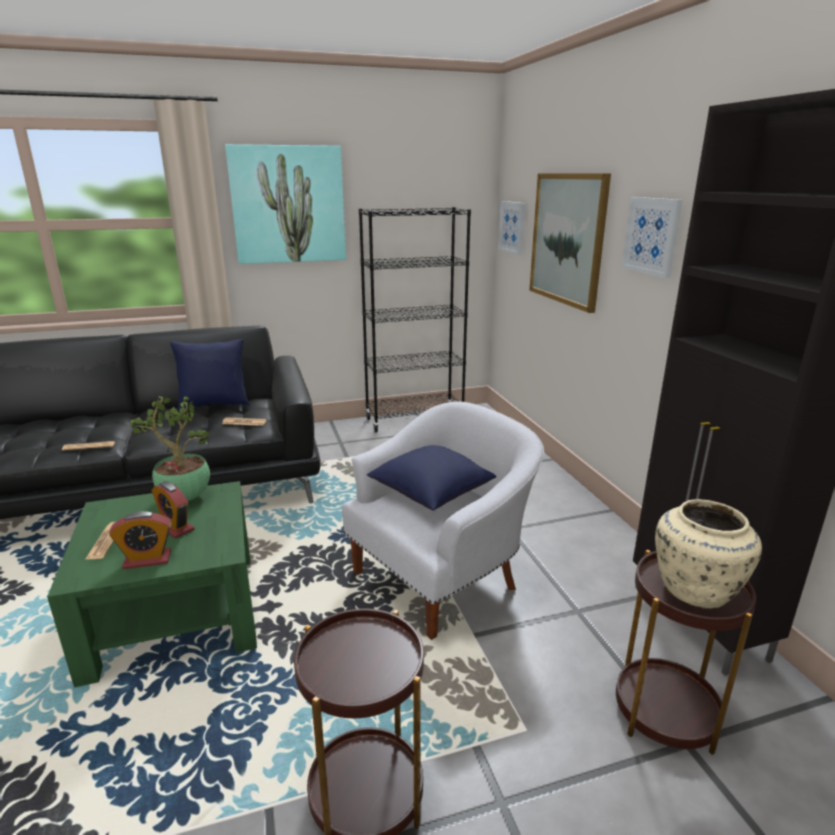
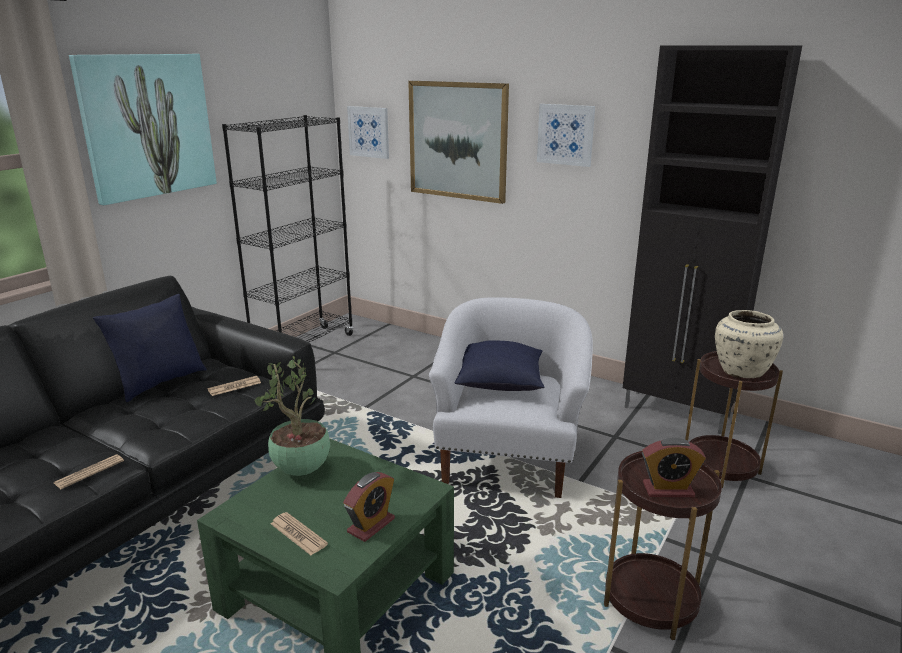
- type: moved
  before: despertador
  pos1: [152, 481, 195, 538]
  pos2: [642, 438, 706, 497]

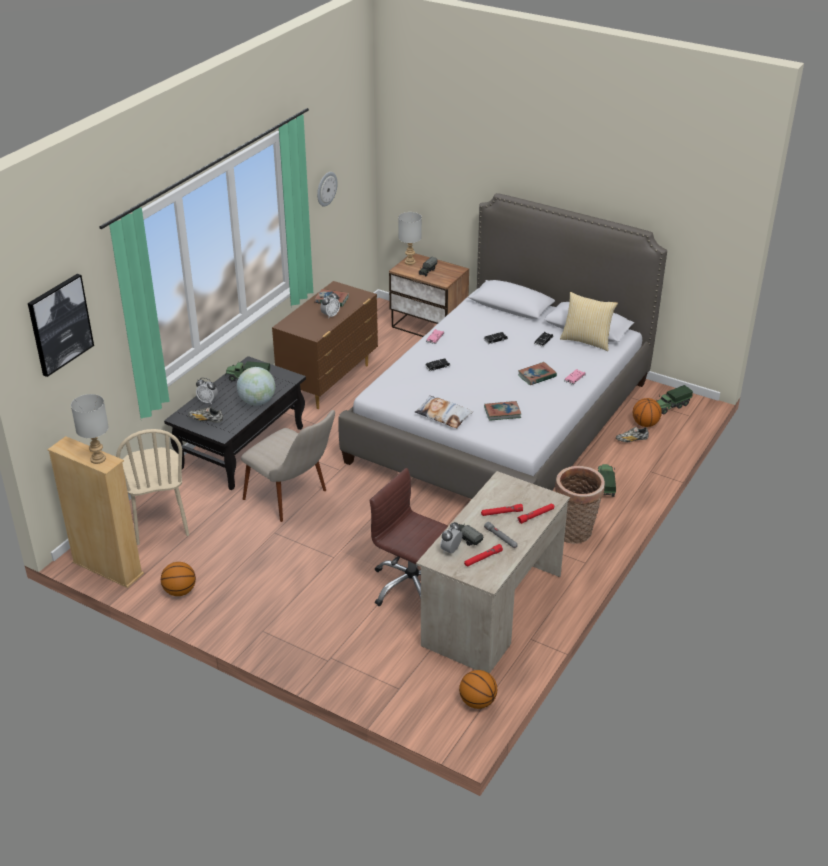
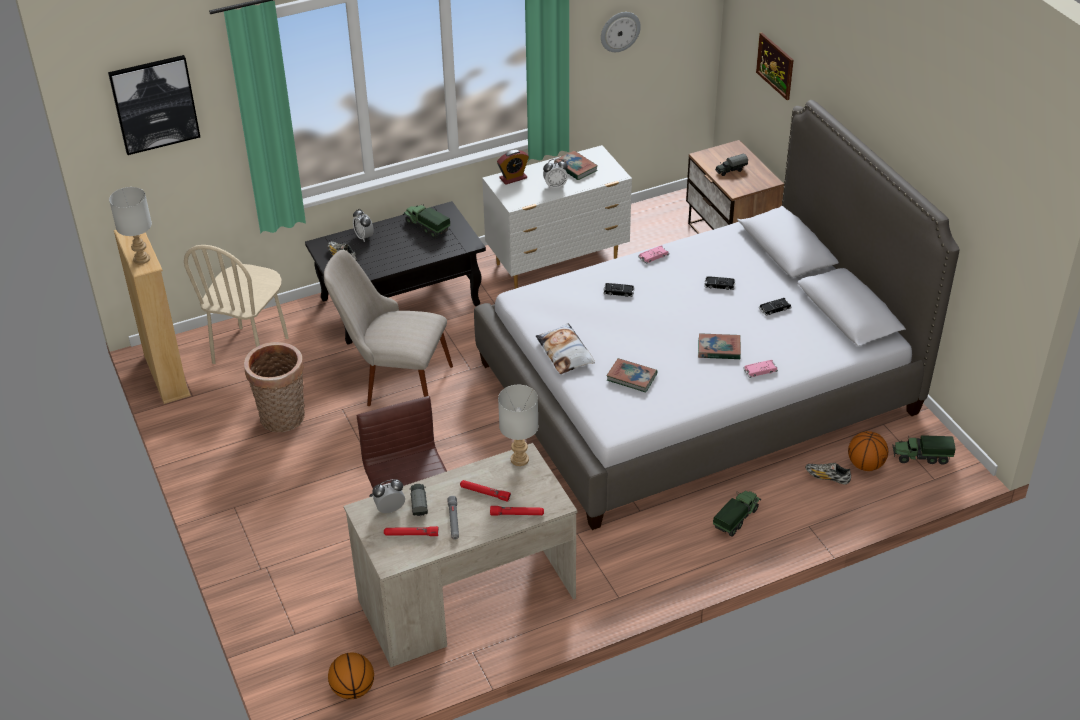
- type: moved
  before: cesta
  pos1: [555, 466, 605, 544]
  pos2: [244, 342, 305, 432]
- type: turned
  before: silla [beis]
  pos1: [241, 410, 335, 522]
  pos2: [324, 250, 453, 406]
  turn: 120
- type: recoloured
  before: cómoda [marrón]
  after: cómoda [blanco]
  pos1: [272, 281, 378, 409]
  pos2: [482, 145, 632, 289]
- type: added
  after: despertador
  pos2: [497, 150, 529, 185]
- type: moved
  before: lámpara de mesa [gris]
  pos1: [398, 212, 422, 265]
  pos2: [498, 385, 538, 466]
- type: added
  after: cuadro
  pos2: [756, 32, 794, 100]
- type: removed
  before: balón de baloncesto
  pos1: [161, 562, 196, 596]
- type: removed
  before: globo terráqueo
  pos1: [237, 367, 275, 406]
- type: removed
  before: cojín
  pos1: [560, 292, 618, 351]

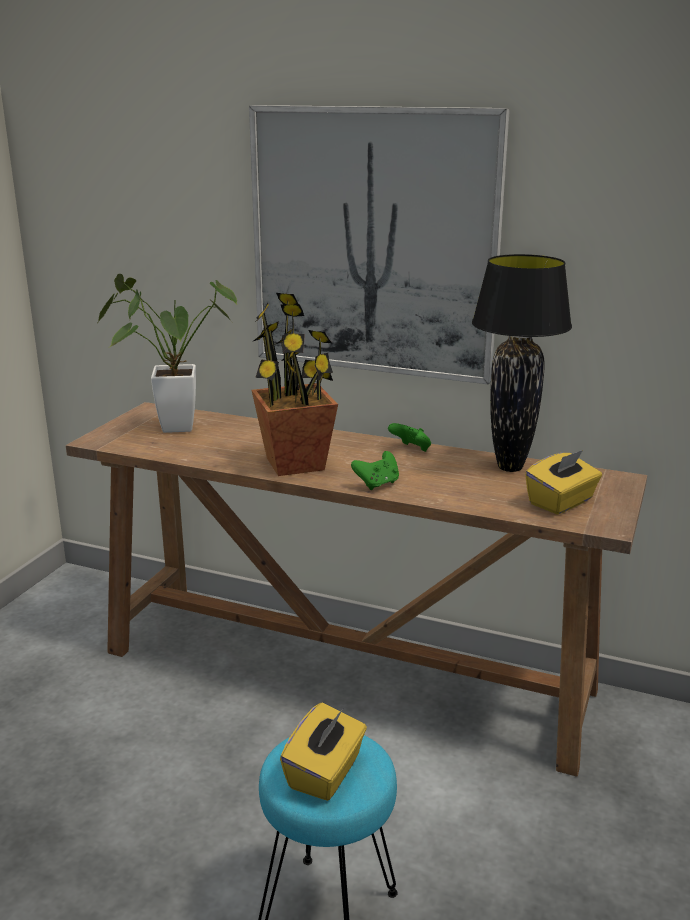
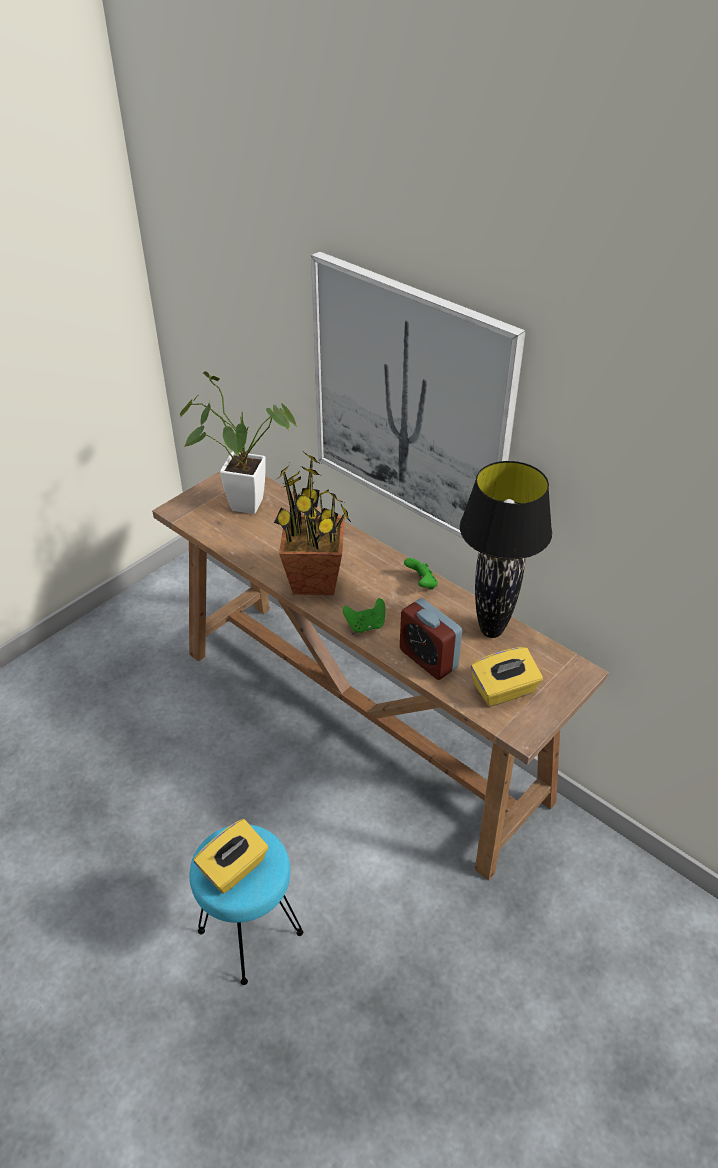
- type: added
  after: despertador
  pos2: [400, 598, 462, 680]

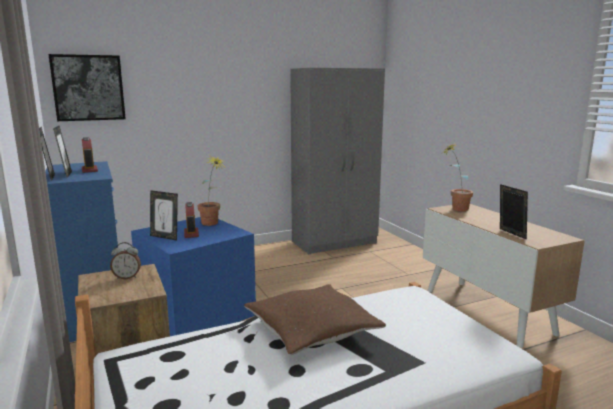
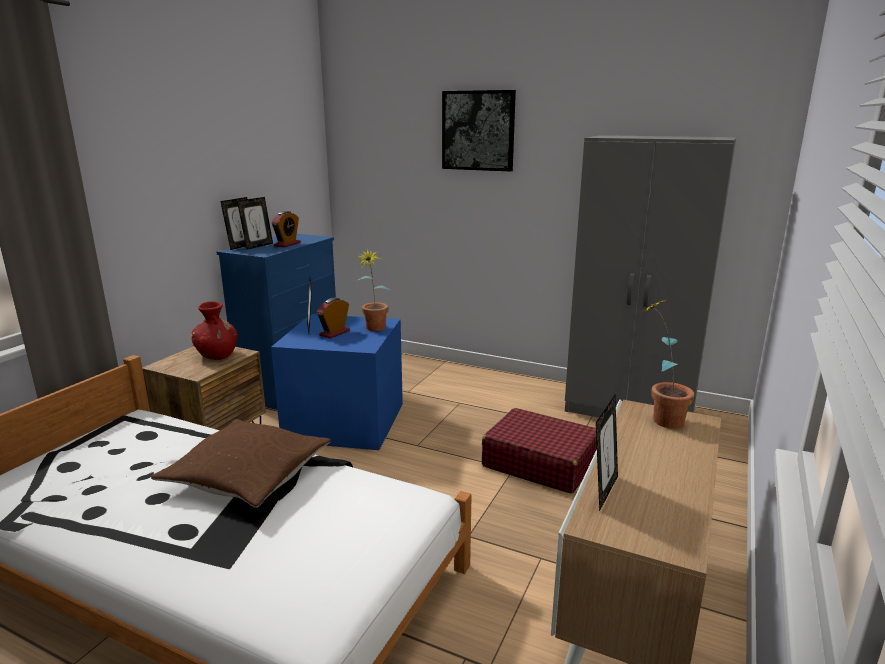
- type: replaced
  before: despertador
  after: florero [rojo]
  pos1: [110, 242, 141, 279]
  pos2: [191, 301, 238, 360]
- type: moved
  before: cuadro
  pos1: [48, 54, 126, 121]
  pos2: [442, 90, 516, 172]
- type: added
  after: maleta [rojo]
  pos2: [482, 408, 597, 493]

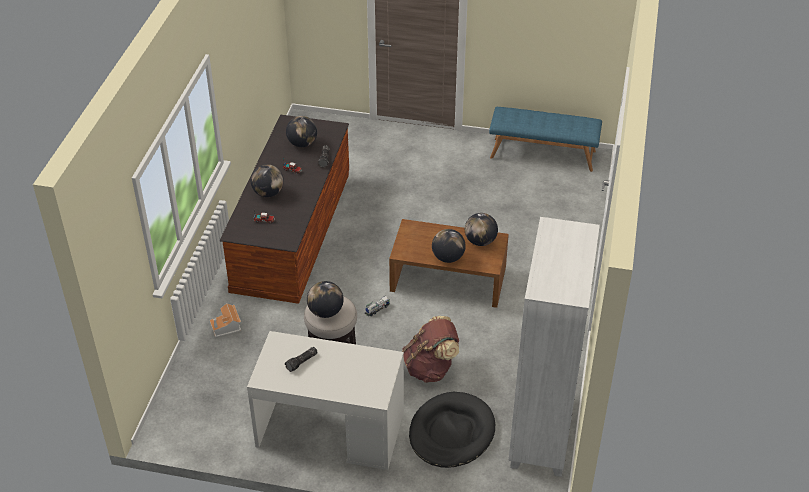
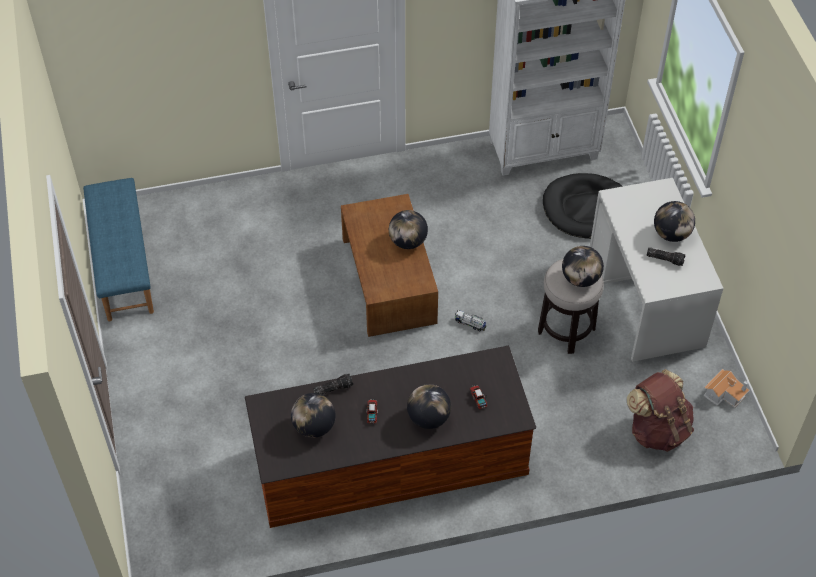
- type: moved
  before: mochila [marrón]
  pos1: [402, 316, 459, 383]
  pos2: [627, 369, 694, 452]
- type: moved
  before: globo terráqueo
  pos1: [465, 213, 498, 246]
  pos2: [654, 201, 695, 242]
- type: moved
  before: casita
  pos1: [210, 303, 241, 337]
  pos2: [703, 369, 749, 408]

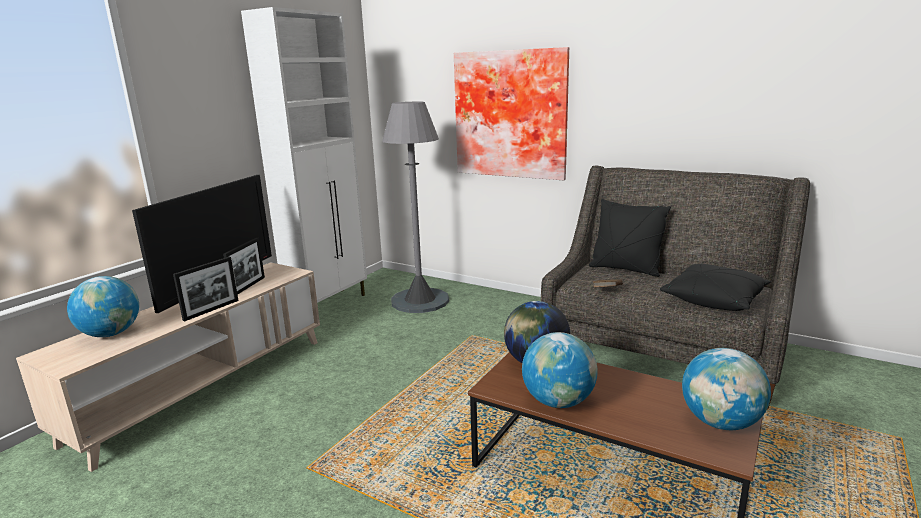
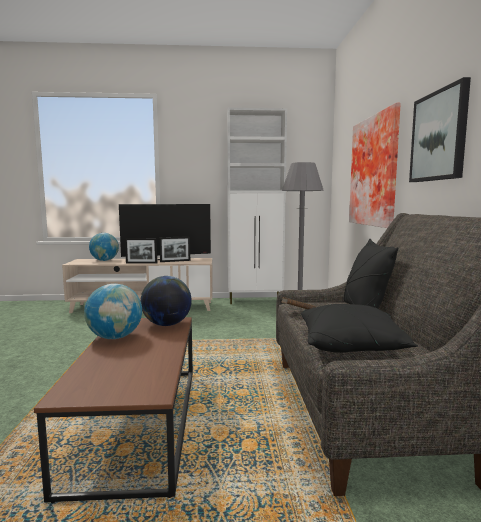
- type: added
  after: cuadro
  pos2: [409, 77, 471, 182]
- type: removed
  before: globo terráqueo
  pos1: [682, 348, 771, 430]

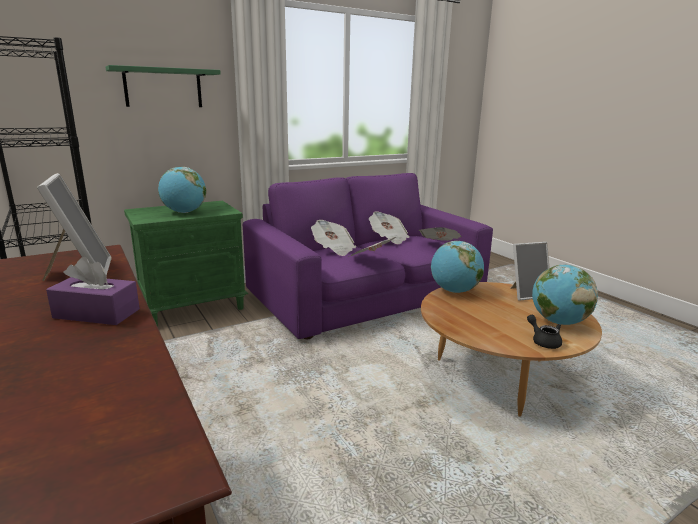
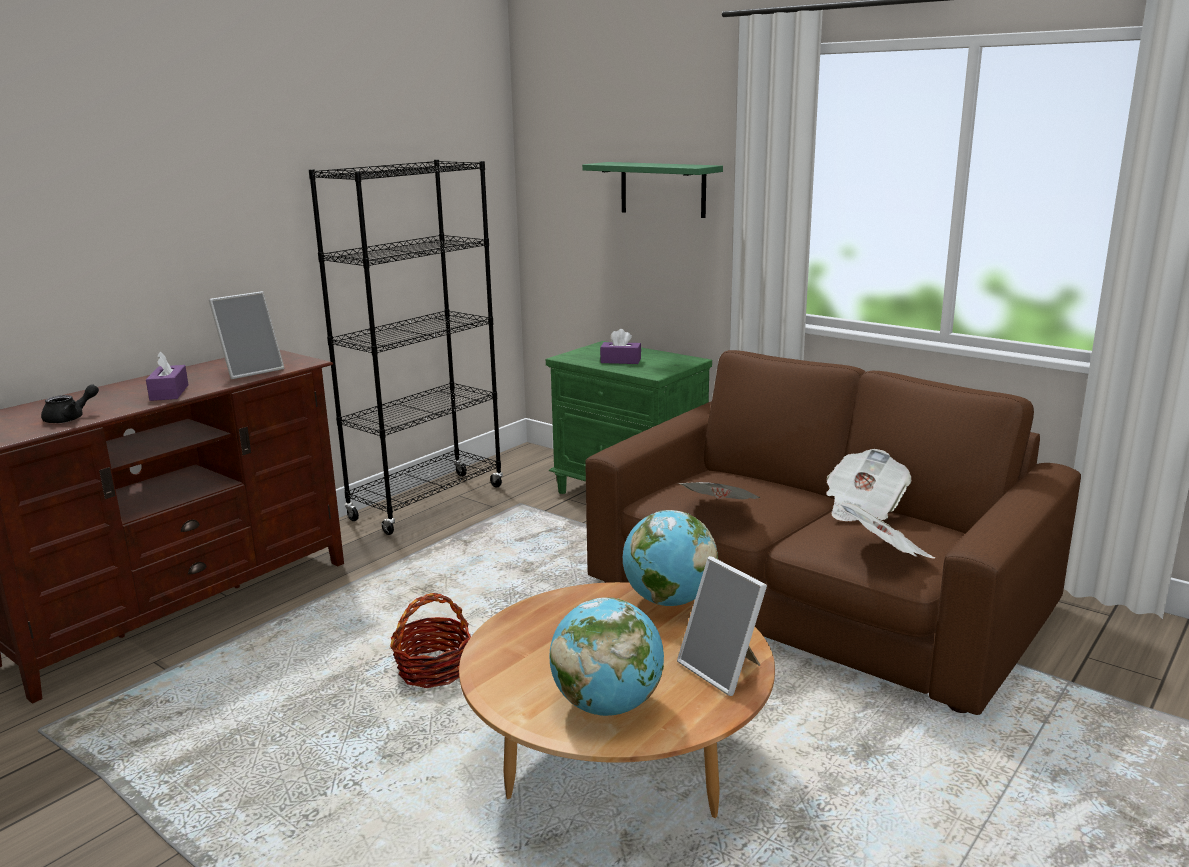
- type: moved
  before: tetera [negro]
  pos1: [527, 315, 562, 349]
  pos2: [41, 384, 99, 423]
- type: added
  after: cesta
  pos2: [390, 593, 471, 688]
- type: recoloured
  before: sofá [morado]
  after: sofá [marrón]
  pos1: [243, 173, 493, 339]
  pos2: [585, 350, 1081, 715]
- type: replaced
  before: globo terráqueo
  after: caja de pañuelos [morado]
  pos1: [158, 167, 206, 213]
  pos2: [600, 329, 641, 364]
- type: removed
  before: periódico
  pos1: [311, 220, 356, 256]

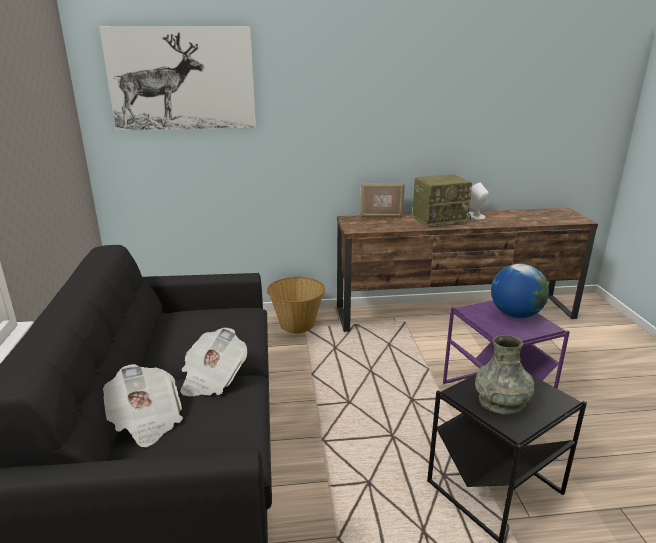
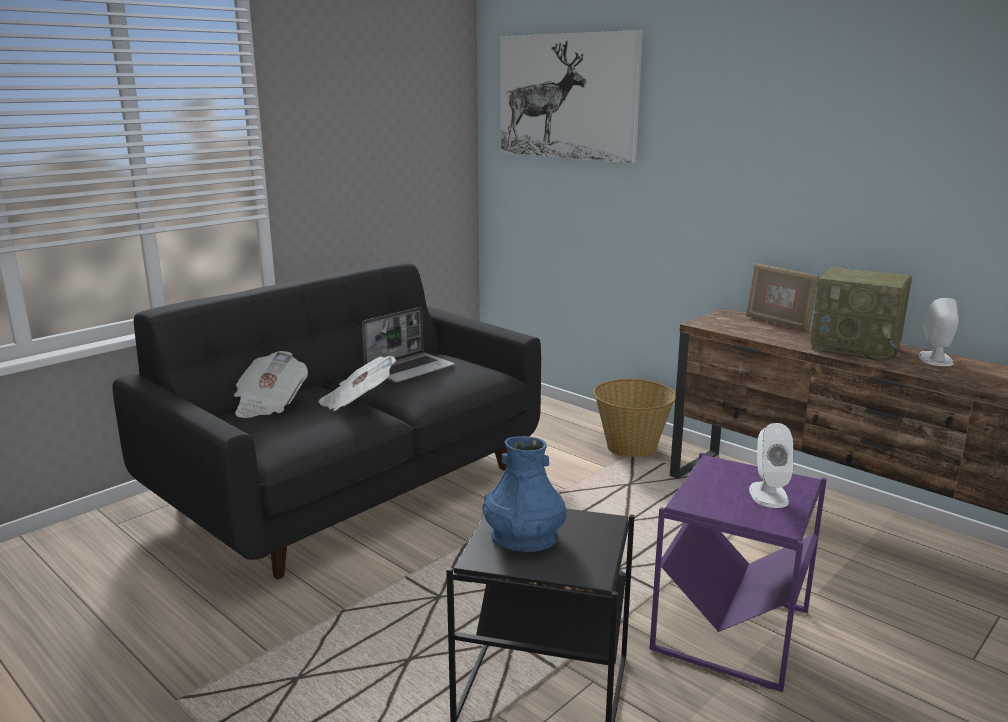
- type: added
  after: portátil
  pos2: [362, 307, 455, 383]
- type: recoloured
  before: florero [gris]
  after: florero [azul]
  pos1: [475, 335, 535, 415]
  pos2: [482, 436, 567, 552]
- type: replaced
  before: globo terráqueo
  after: altavoz [blanco]
  pos1: [491, 264, 549, 318]
  pos2: [749, 423, 793, 508]

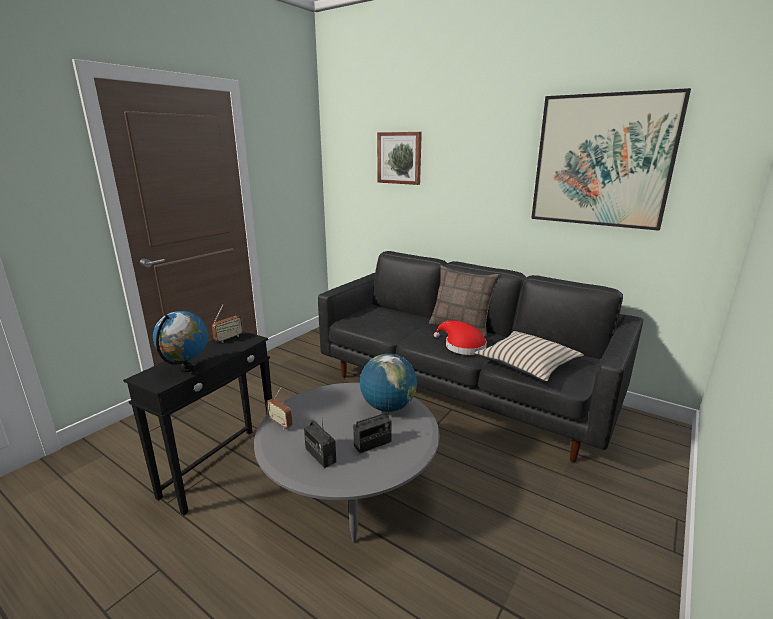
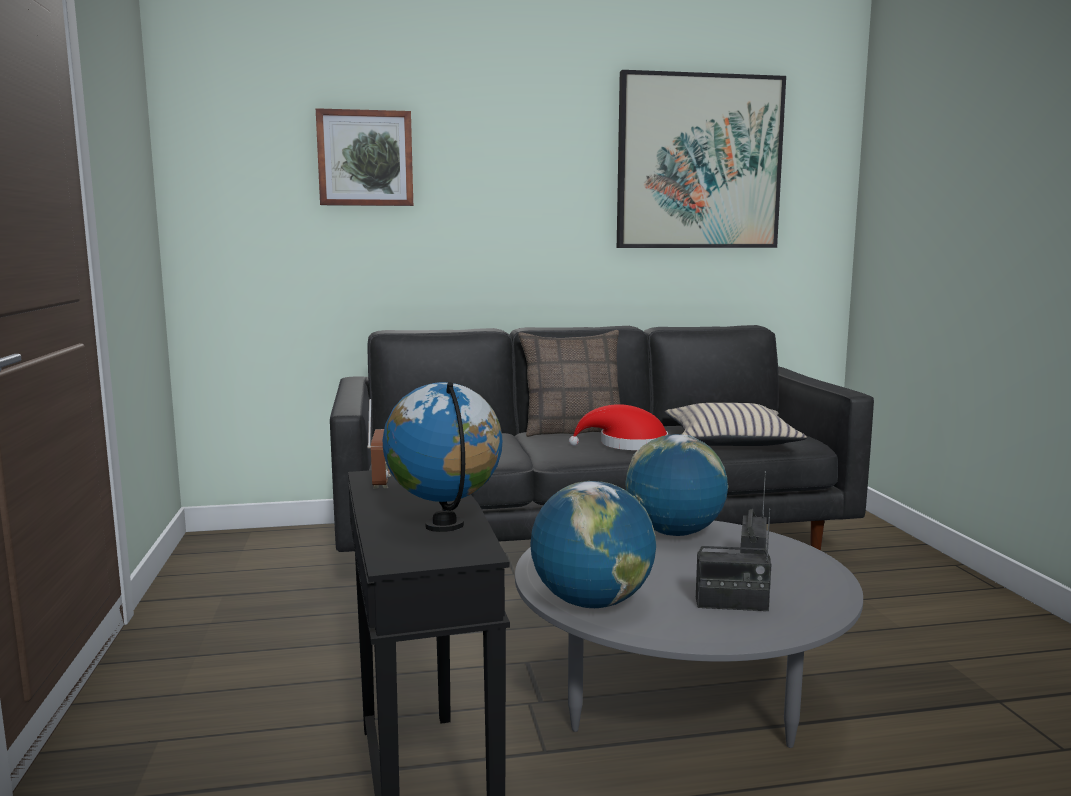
- type: replaced
  before: radio
  after: globo terráqueo
  pos1: [266, 388, 293, 430]
  pos2: [530, 481, 656, 608]

